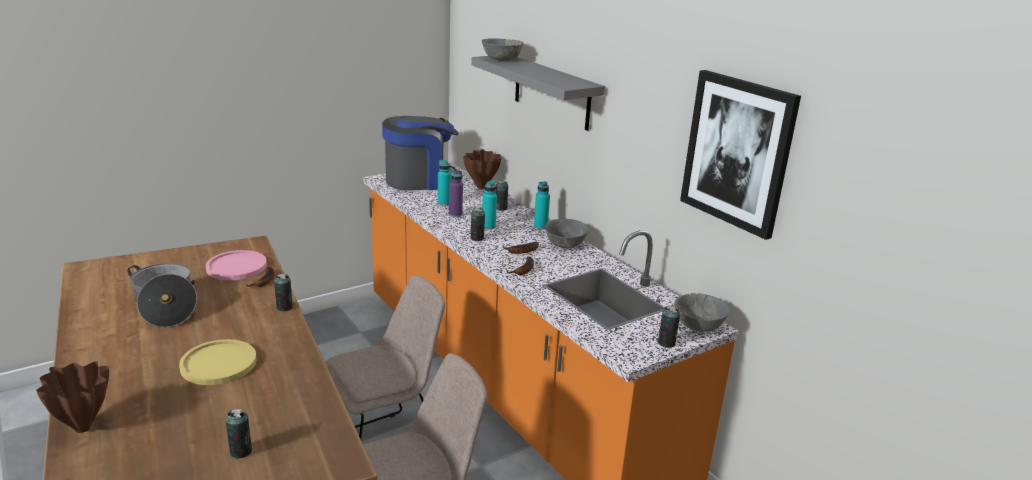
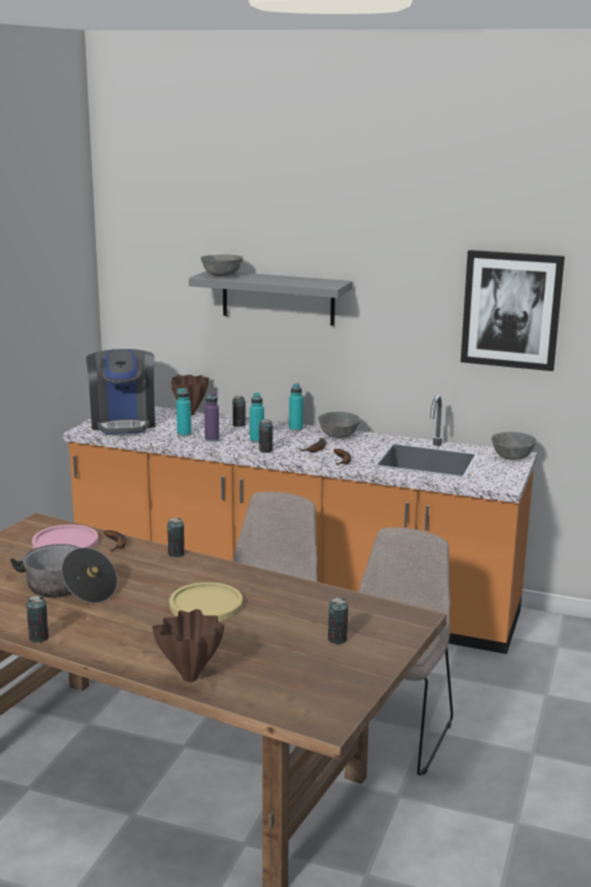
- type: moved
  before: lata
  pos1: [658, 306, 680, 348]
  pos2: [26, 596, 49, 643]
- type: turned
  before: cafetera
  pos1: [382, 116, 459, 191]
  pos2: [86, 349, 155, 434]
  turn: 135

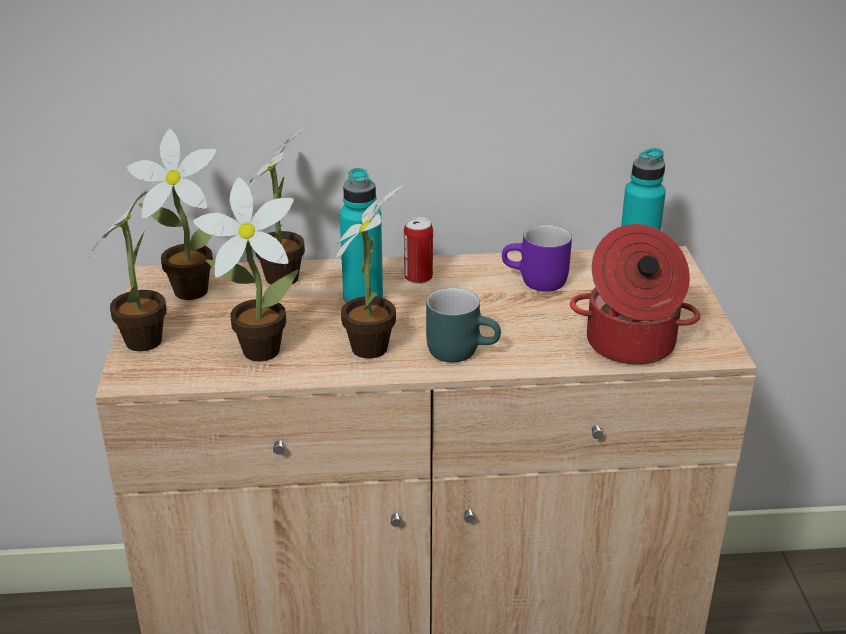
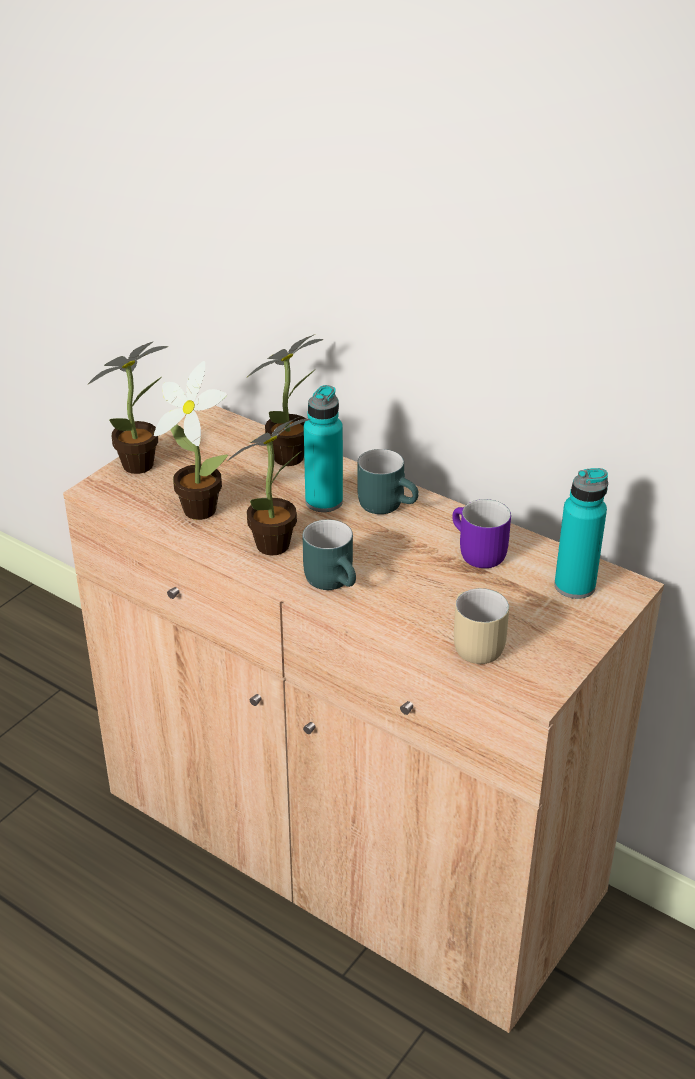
- type: replaced
  before: lata
  after: taza grande [turquesa]
  pos1: [404, 217, 433, 284]
  pos2: [357, 449, 419, 514]
- type: replaced
  before: olla
  after: taza grande [beis]
  pos1: [570, 224, 701, 365]
  pos2: [454, 588, 509, 664]
- type: removed
  before: planta en maceta
  pos1: [127, 129, 217, 300]

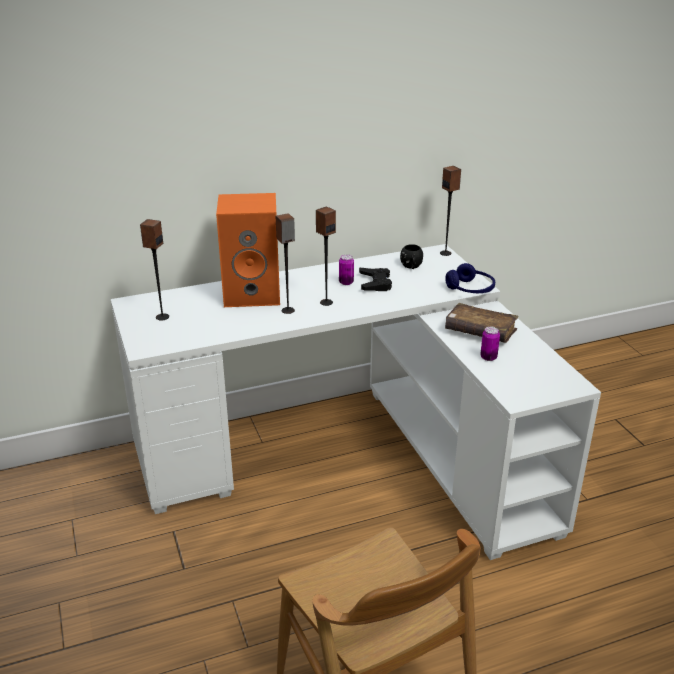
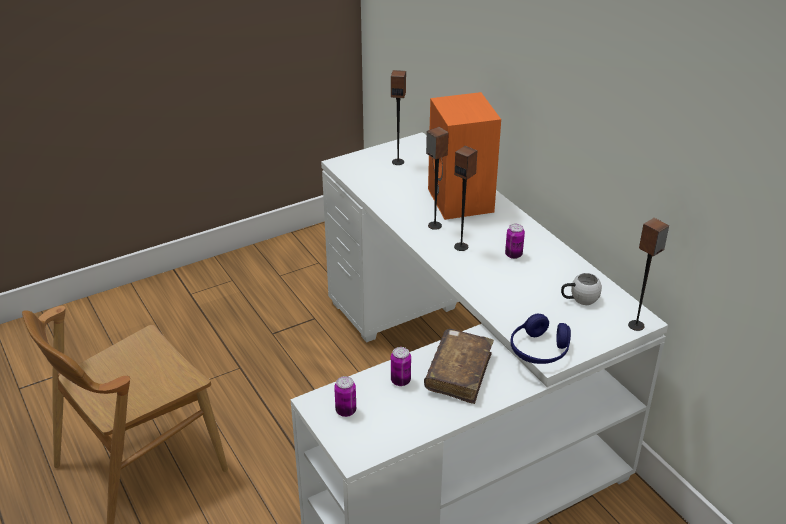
- type: added
  after: lata
  pos2: [334, 376, 356, 417]
- type: recoloured
  before: taza grande [negro]
  after: taza grande [blanco]
  pos1: [400, 244, 423, 269]
  pos2: [561, 273, 602, 305]
- type: removed
  before: mando de consola [negro]
  pos1: [359, 268, 392, 291]

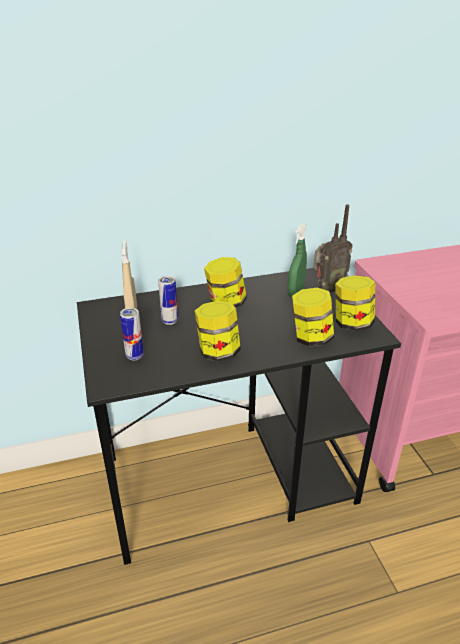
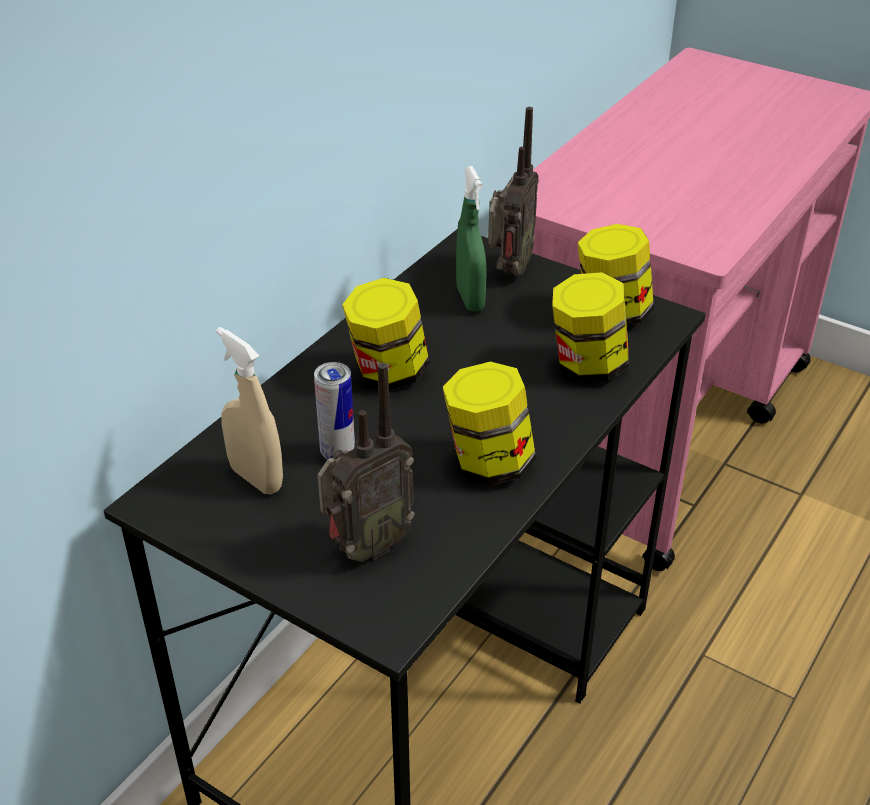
- type: replaced
  before: lata
  after: radio
  pos1: [120, 308, 144, 360]
  pos2: [317, 363, 415, 562]

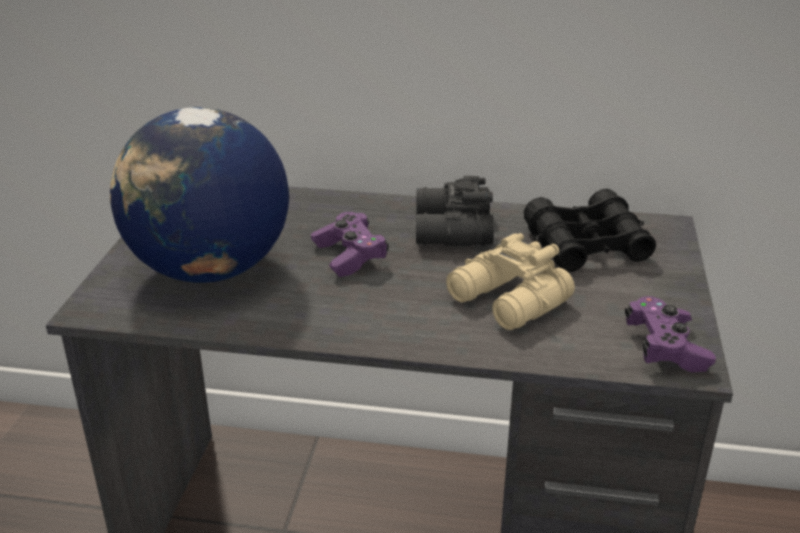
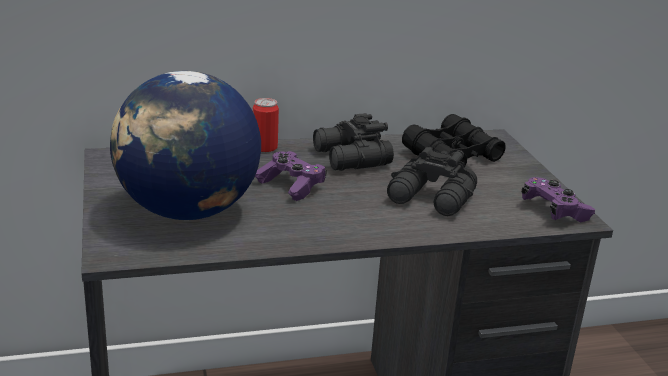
- type: added
  after: lata
  pos2: [253, 98, 279, 152]
- type: recoloured
  before: prismáticos [beis]
  after: prismáticos [negro]
  pos1: [446, 233, 575, 330]
  pos2: [387, 147, 477, 216]

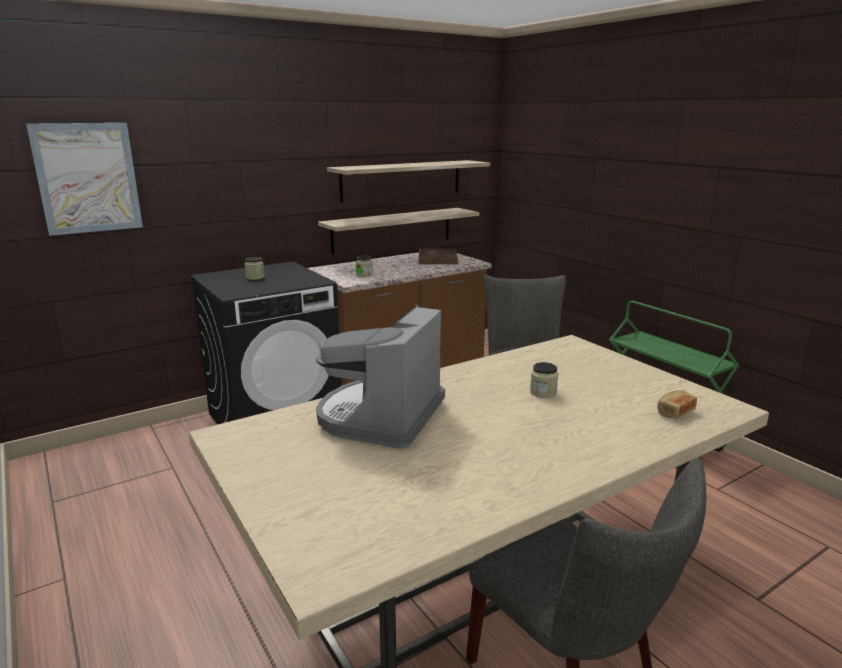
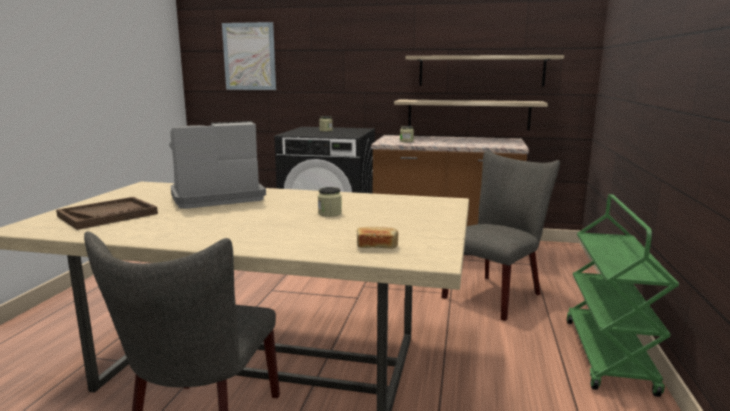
- type: moved
  before: bandeja [marrón]
  pos1: [419, 249, 458, 264]
  pos2: [56, 197, 158, 230]

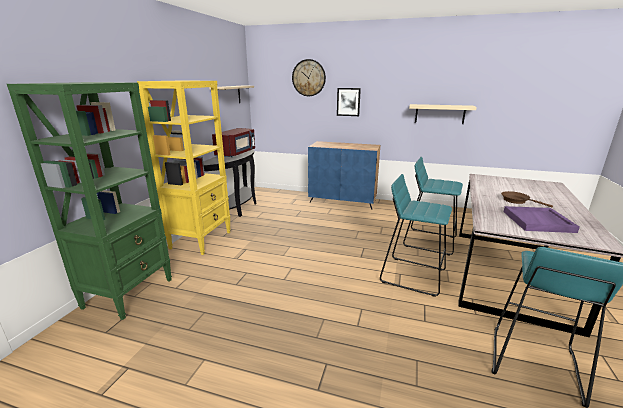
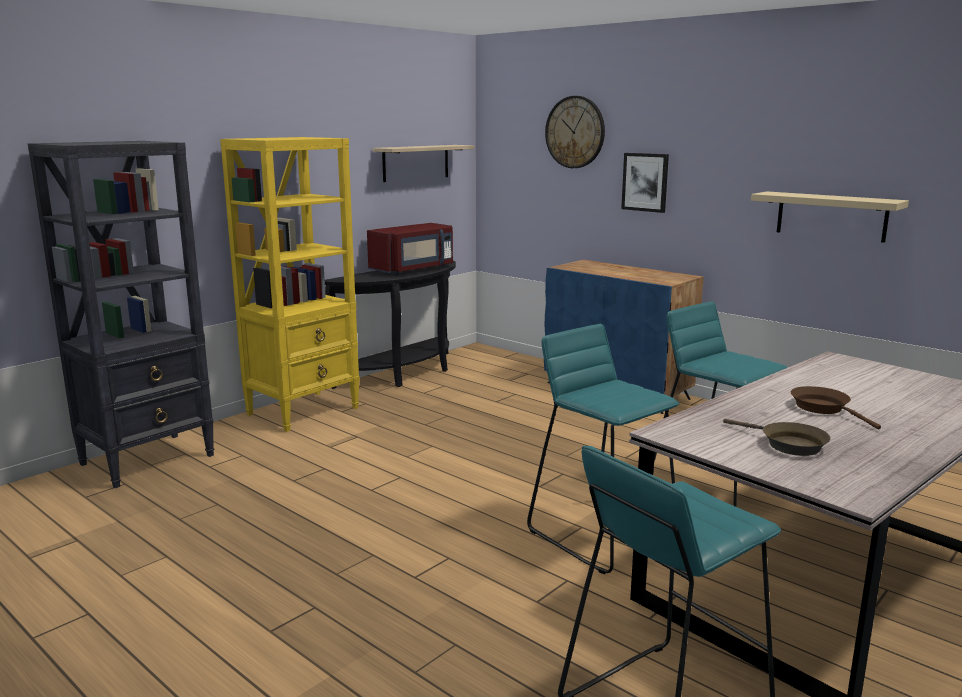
- type: recoloured
  before: estantería [verde]
  after: estantería [negro]
  pos1: [7, 82, 172, 320]
  pos2: [28, 141, 215, 488]
- type: replaced
  before: bandeja [morado]
  after: sartén [marrón]
  pos1: [504, 206, 580, 233]
  pos2: [723, 419, 831, 456]

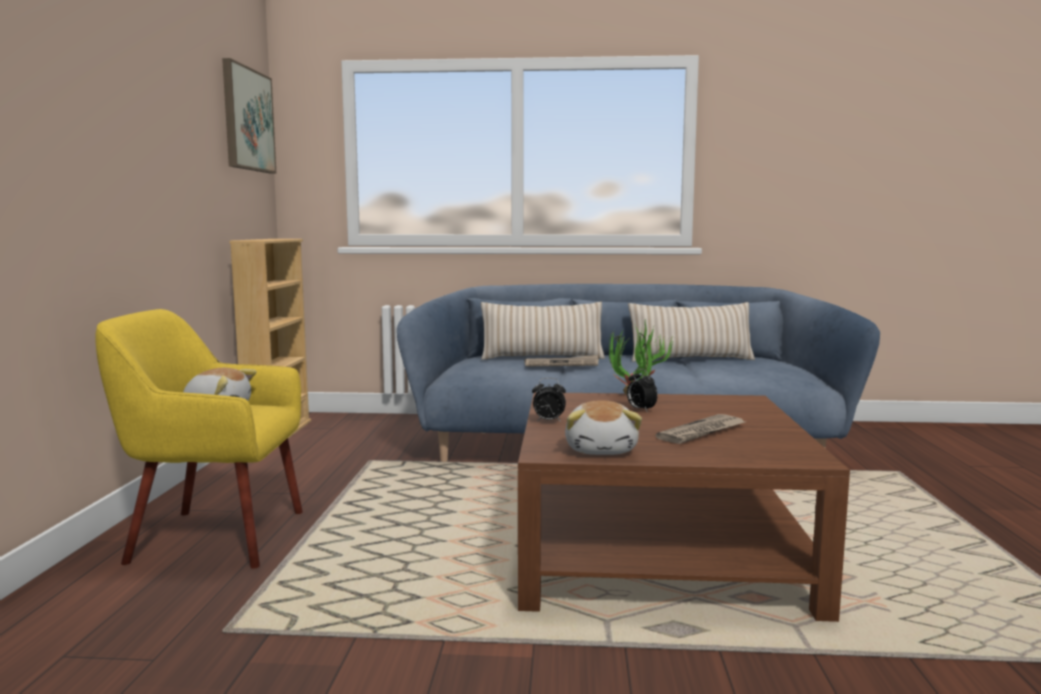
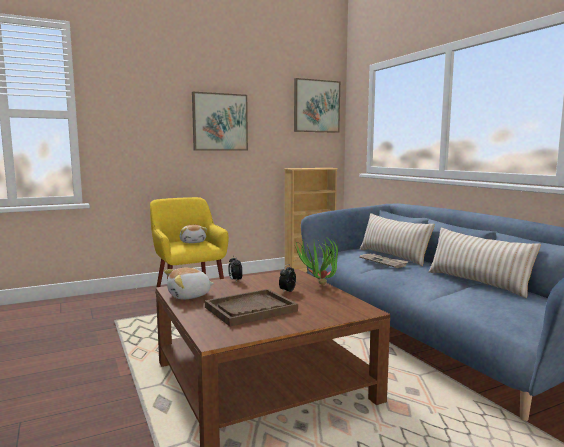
- type: added
  after: cuadro
  pos2: [192, 92, 248, 150]
- type: replaced
  before: periódico
  after: bandeja [marrón]
  pos1: [655, 414, 745, 444]
  pos2: [205, 289, 298, 327]

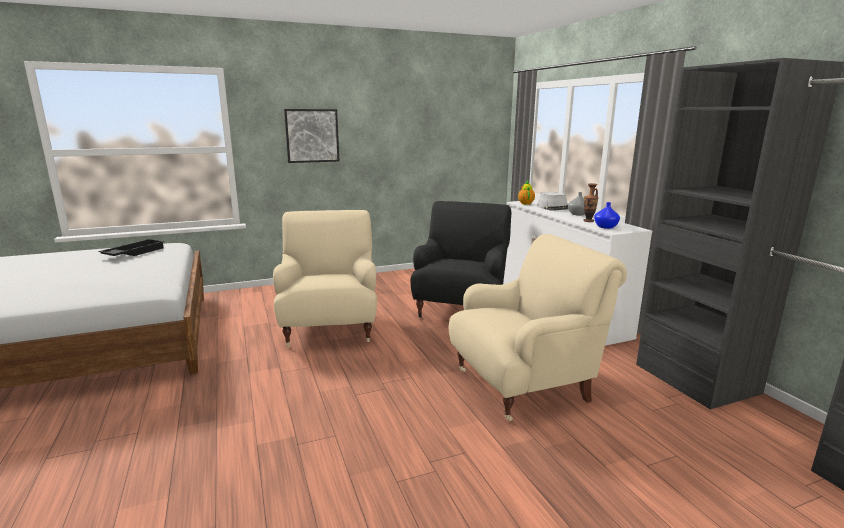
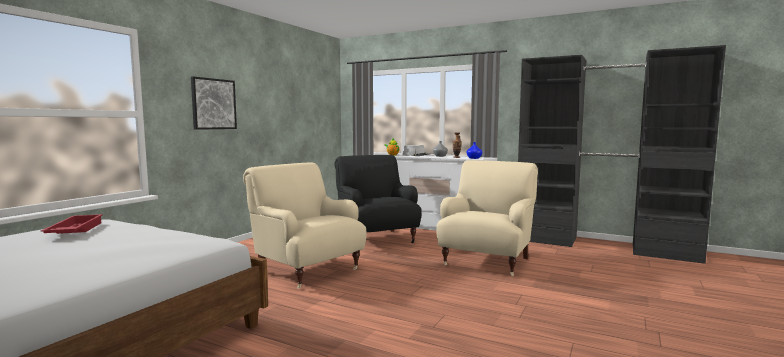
- type: recoloured
  before: bandeja [negro]
  after: bandeja [rojo]
  pos1: [98, 239, 164, 256]
  pos2: [41, 214, 103, 234]

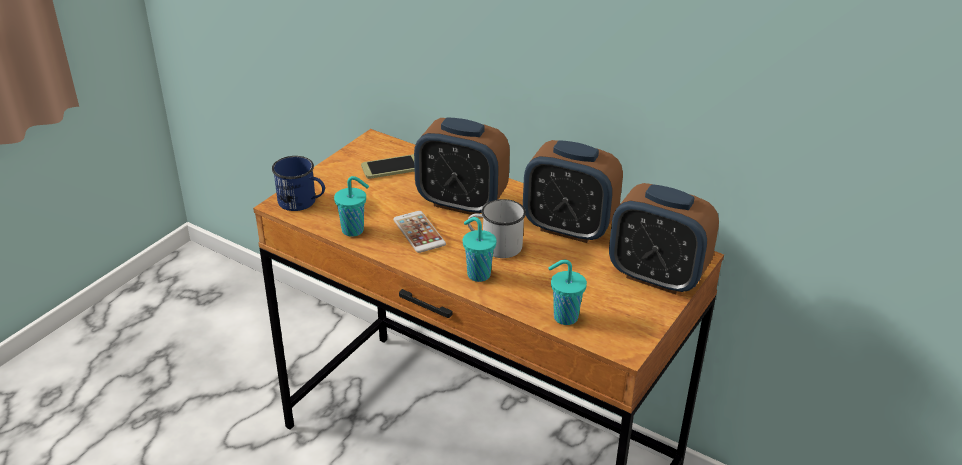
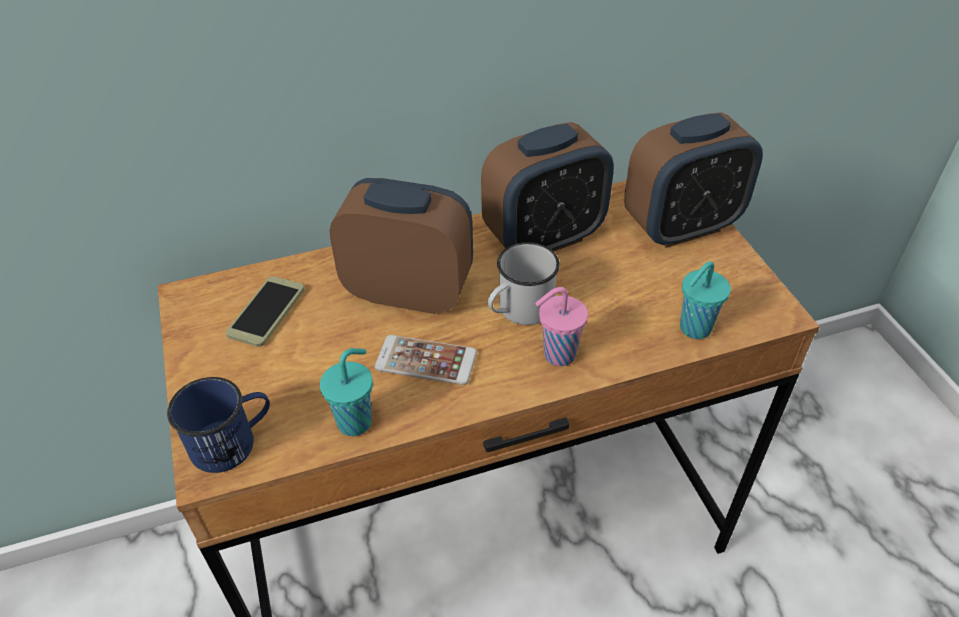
- type: turned
  before: despertador
  pos1: [414, 117, 510, 215]
  pos2: [330, 178, 473, 314]
  turn: -135
- type: recoloured
  before: taza [turquesa]
  after: taza [rosa]
  pos1: [463, 217, 496, 282]
  pos2: [535, 287, 588, 366]

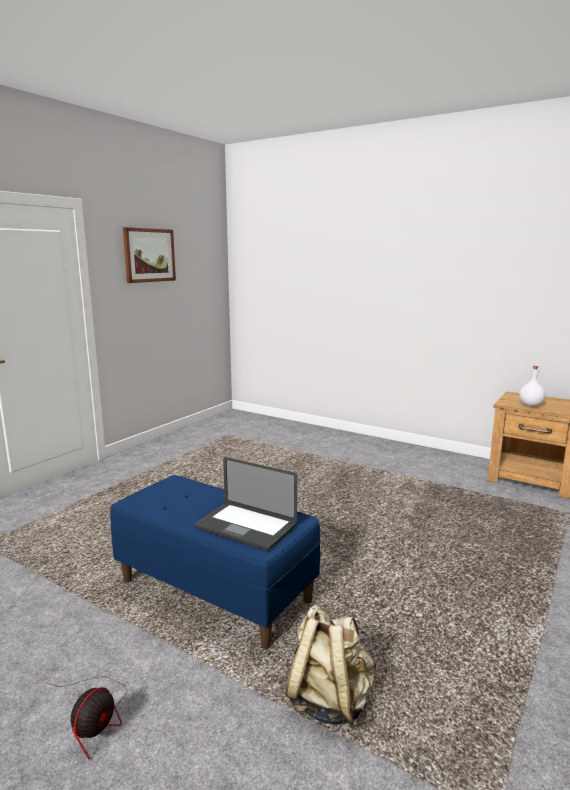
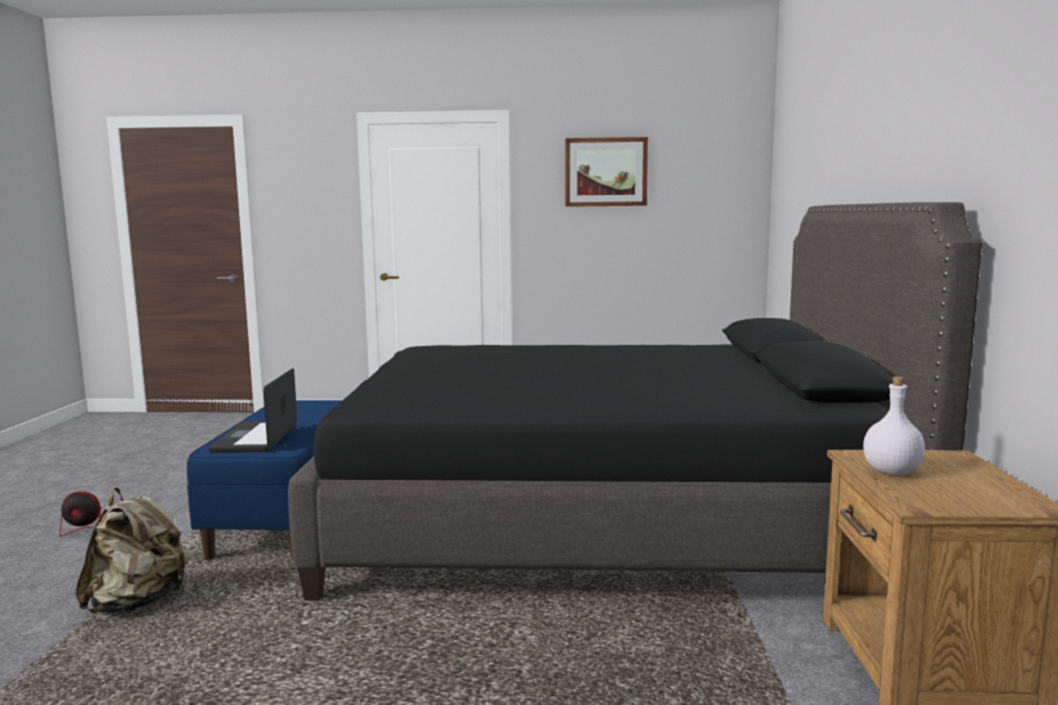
- type: added
  after: cama [negro]
  pos2: [288, 202, 982, 601]

